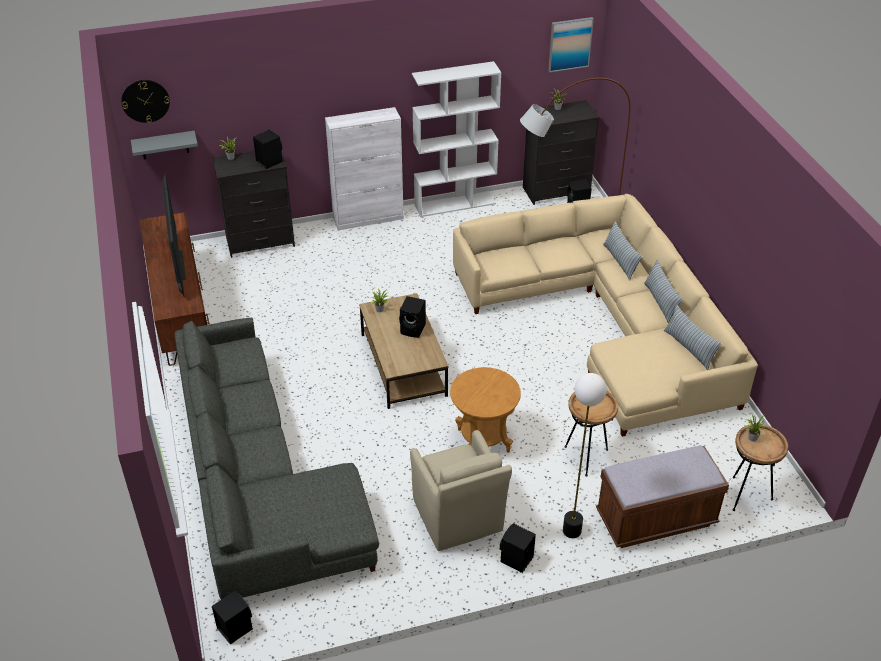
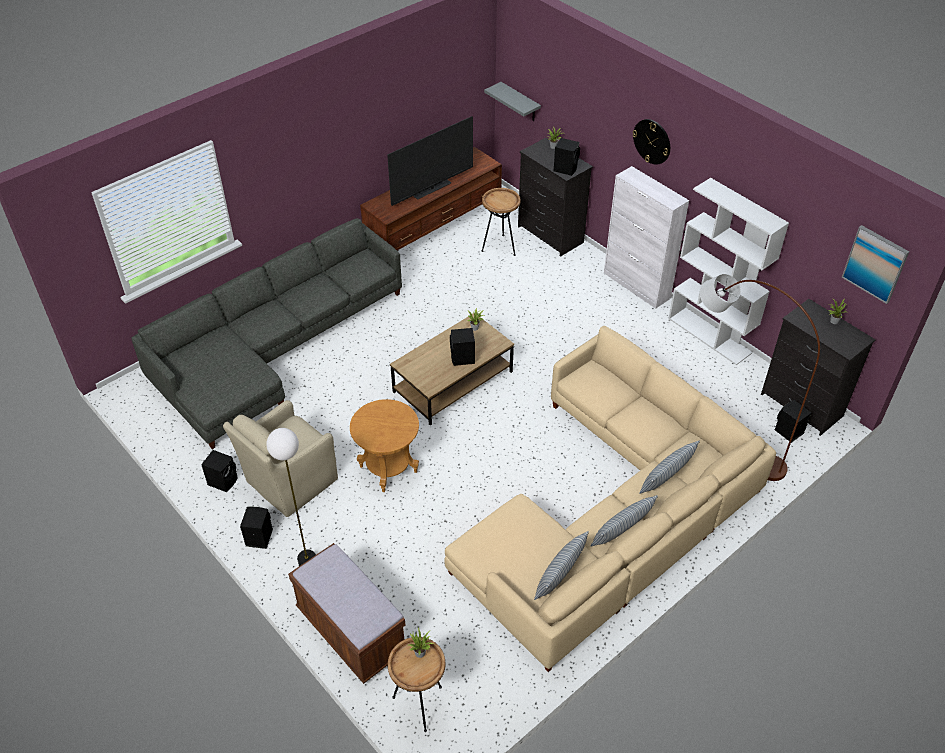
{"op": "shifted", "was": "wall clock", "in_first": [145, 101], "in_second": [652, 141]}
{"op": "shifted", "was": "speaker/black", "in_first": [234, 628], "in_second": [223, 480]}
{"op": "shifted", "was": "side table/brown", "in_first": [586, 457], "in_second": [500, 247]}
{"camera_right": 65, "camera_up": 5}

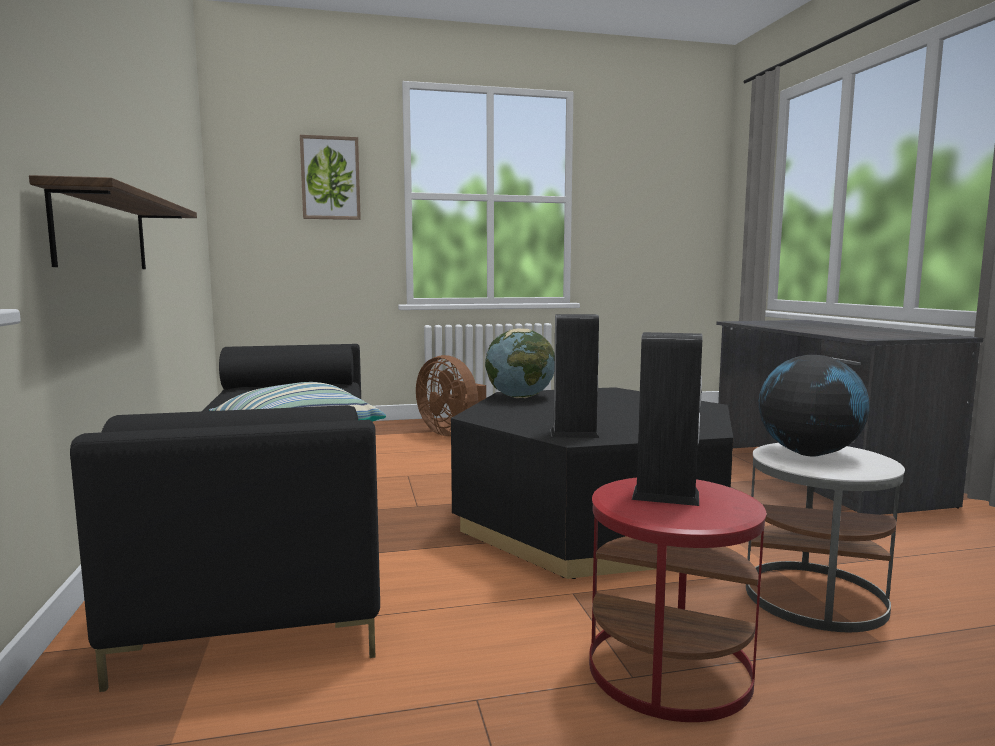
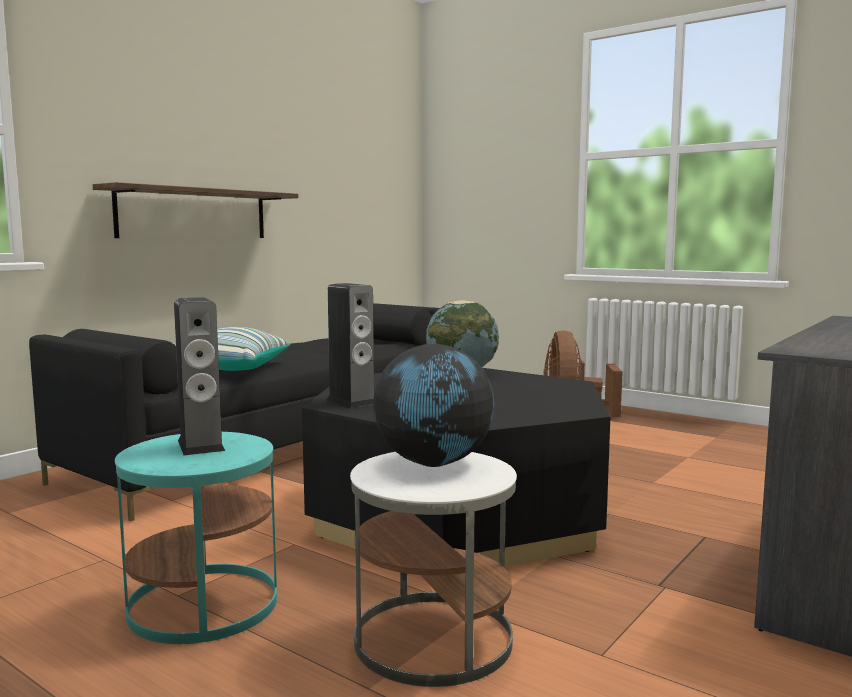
{"op": "gone", "was": "picture", "in_first": [330, 178]}
{"op": "repainted", "was": "side table/red", "now": "side table/turquoise", "in_first": [668, 668], "in_second": [204, 604]}
{"camera_right": 50, "camera_up": 0}

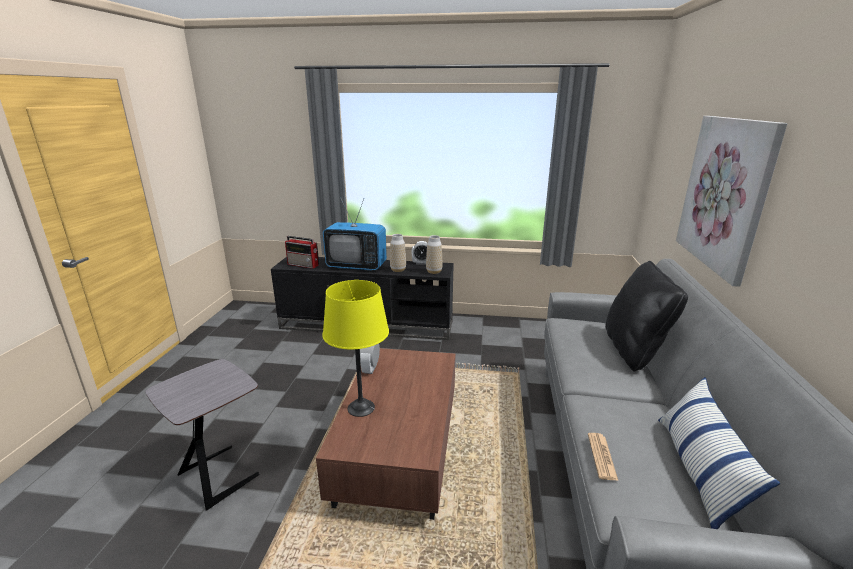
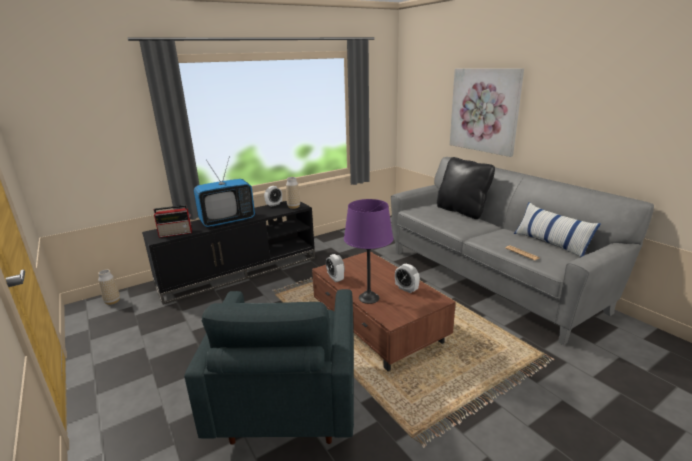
{"op": "new", "now": "alarm clock", "in_second": [406, 289]}
{"op": "shifted", "was": "vase", "in_first": [398, 270], "in_second": [112, 301]}
{"op": "swapped", "was": "side table/grey", "now": "armchair/grey", "in_first": [221, 474], "in_second": [286, 404]}
{"op": "repainted", "was": "table lamp/yellow", "now": "table lamp/purple", "in_first": [361, 408], "in_second": [369, 298]}
{"camera_right": -40, "camera_up": 0}

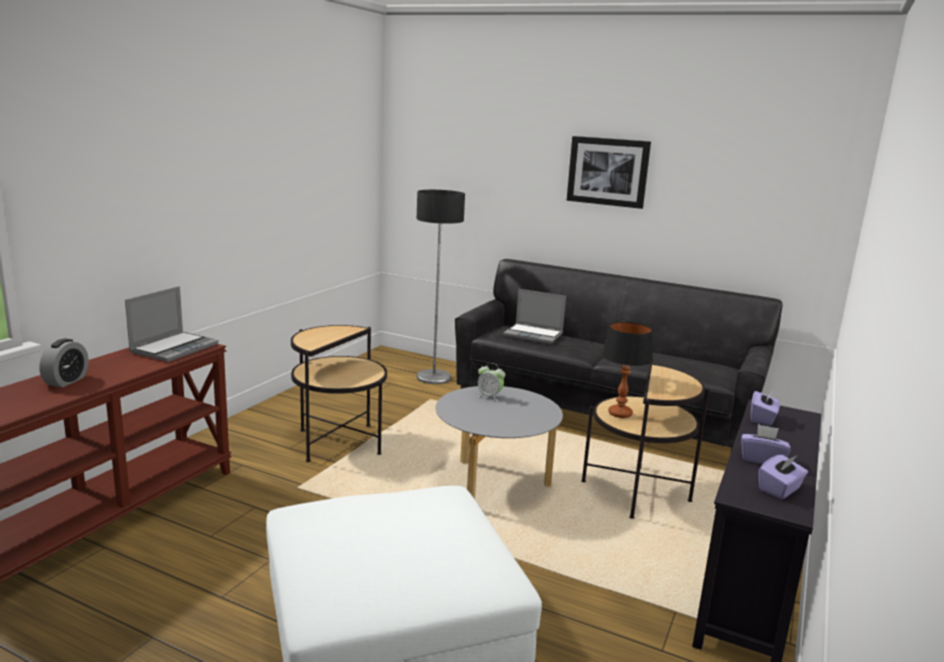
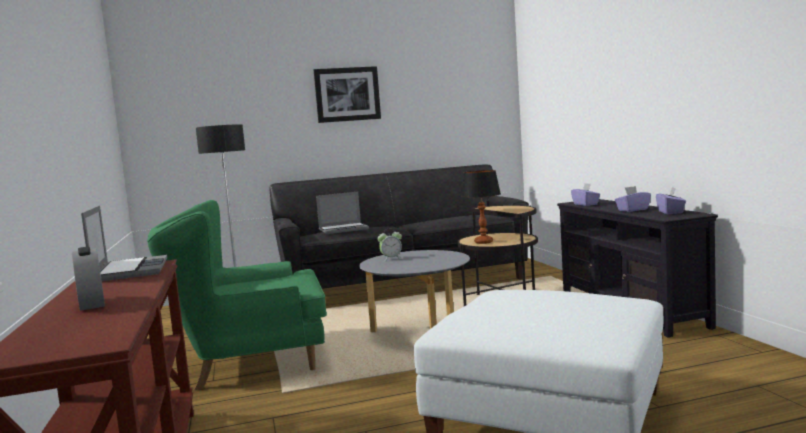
{"op": "swapped", "was": "side table", "now": "armchair/green", "in_first": [339, 442], "in_second": [251, 360]}
{"camera_right": -40, "camera_up": -10}

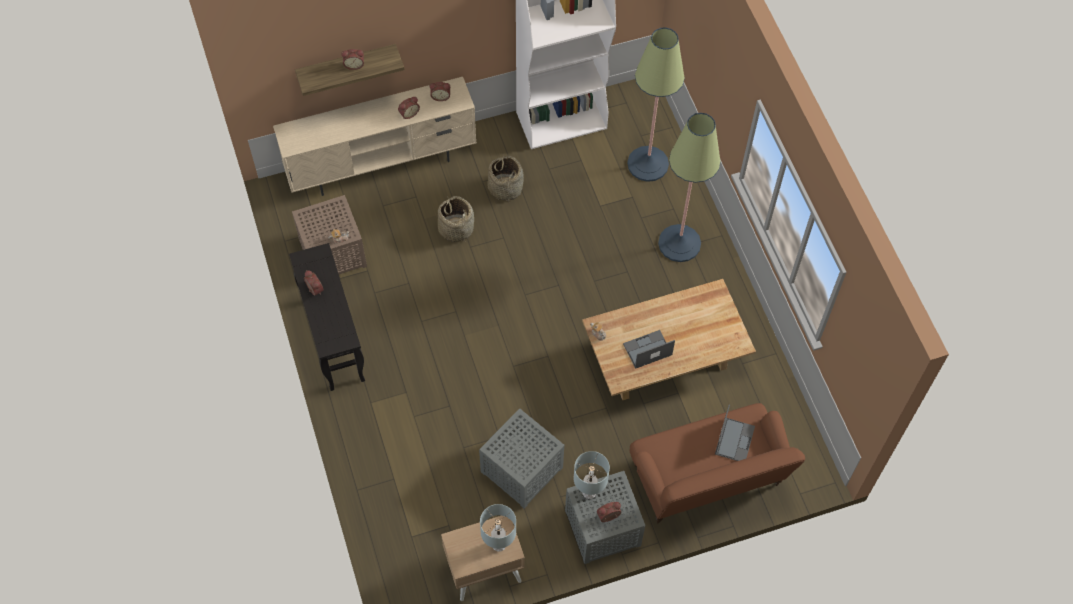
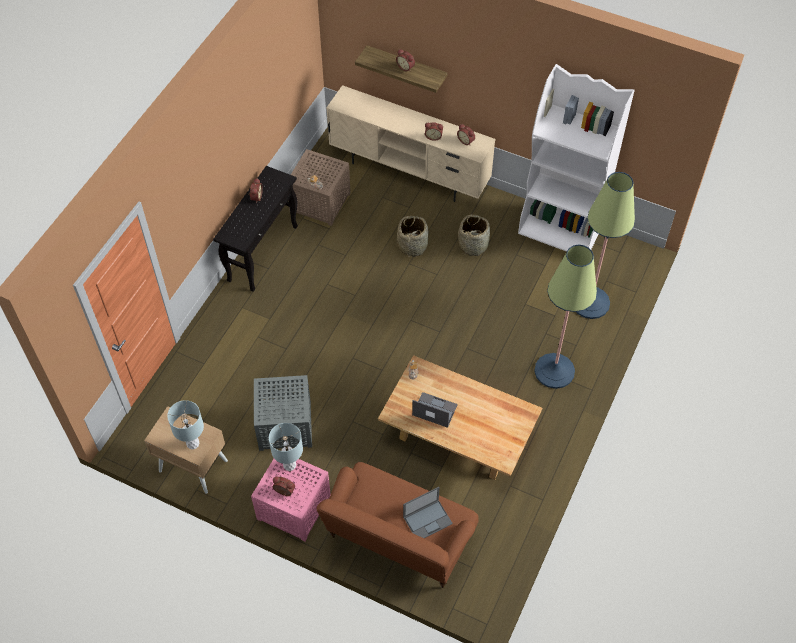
{"op": "repainted", "was": "side table/grey", "now": "side table/pink", "in_first": [602, 529], "in_second": [292, 508]}
{"camera_right": 45, "camera_up": -5}

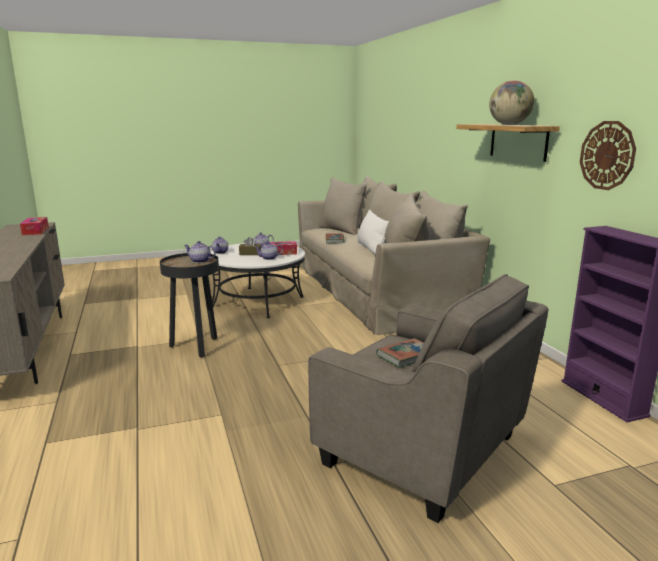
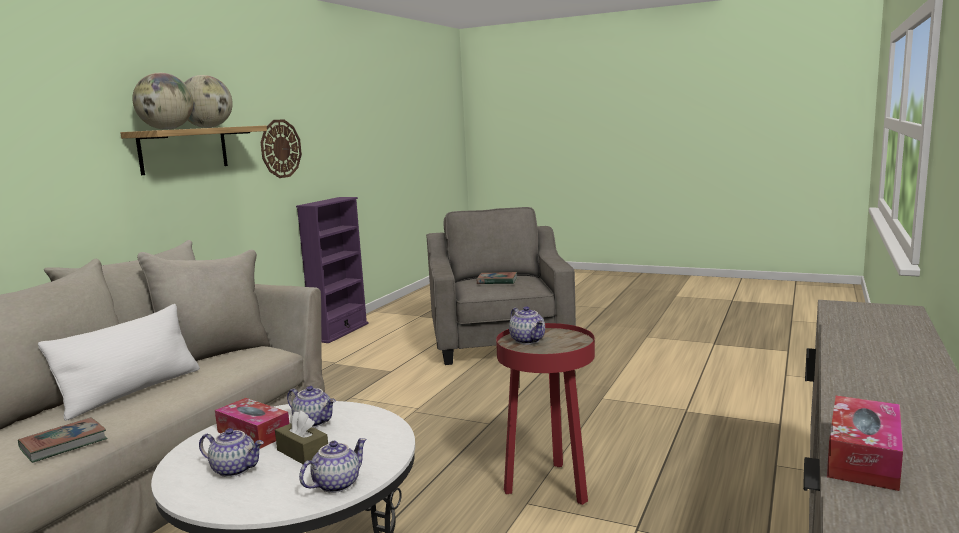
{"op": "new", "now": "globe", "in_second": [167, 129]}
{"op": "repainted", "was": "side table/black", "now": "side table/red", "in_first": [196, 347], "in_second": [549, 486]}
{"camera_right": -135, "camera_up": -5}

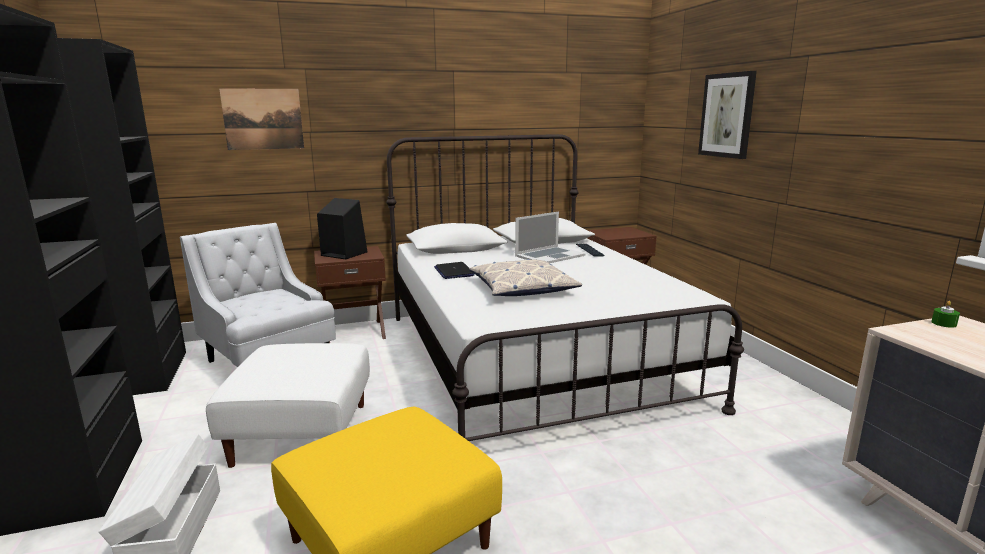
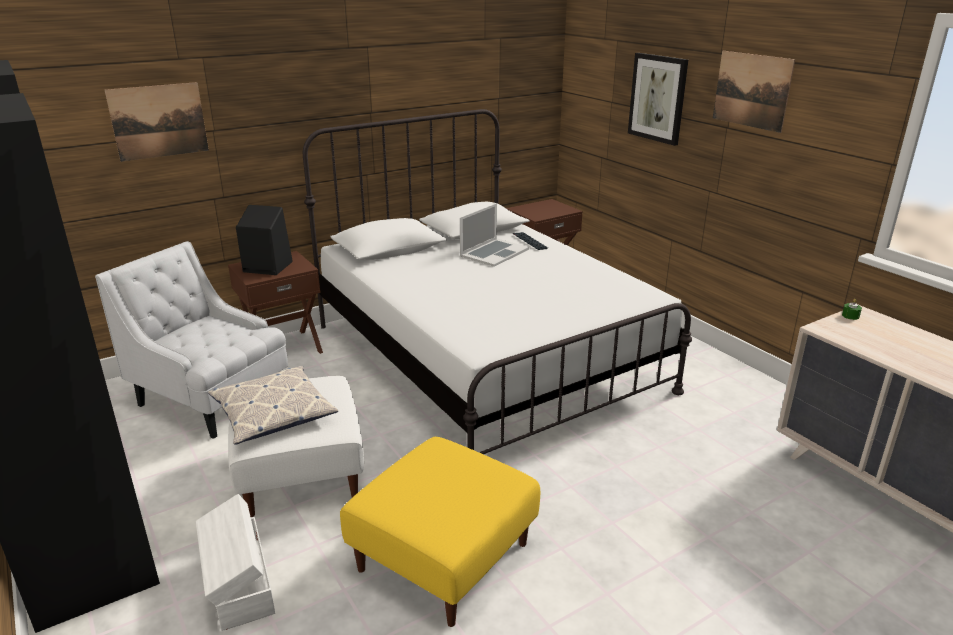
{"op": "gone", "was": "laptop", "in_first": [453, 271]}
{"op": "new", "now": "picture", "in_second": [751, 90]}
{"op": "shifted", "was": "pillow", "in_first": [522, 288], "in_second": [273, 413]}
{"camera_right": -15, "camera_up": 10}

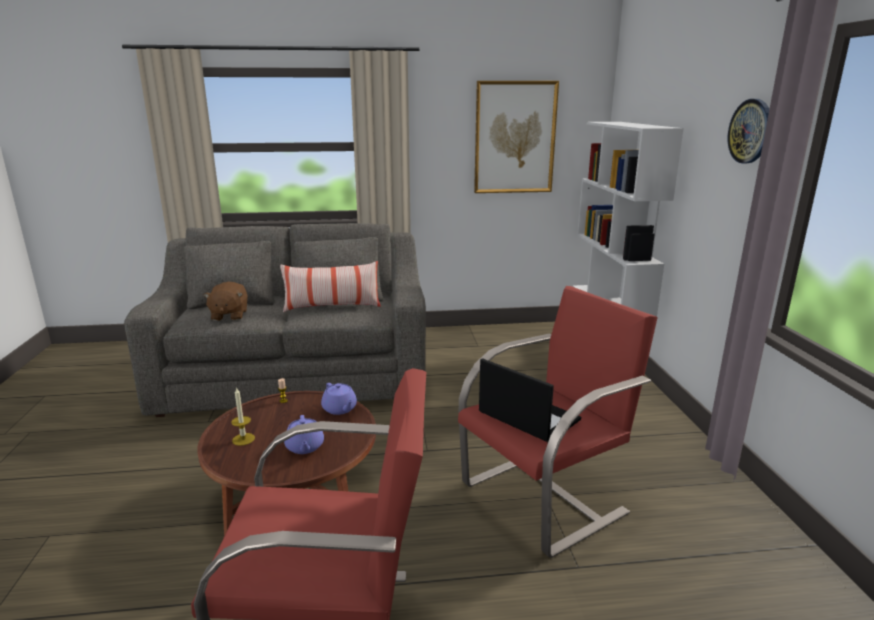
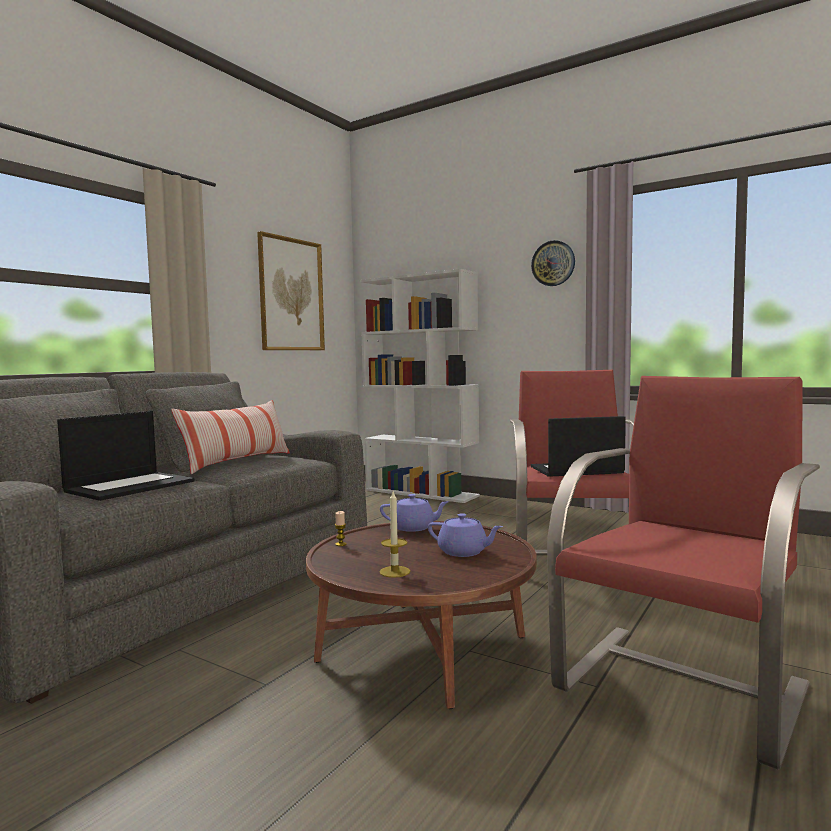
{"op": "swapped", "was": "plush toy/brown", "now": "laptop", "in_first": [229, 315], "in_second": [130, 486]}
{"camera_right": -50, "camera_up": -15}

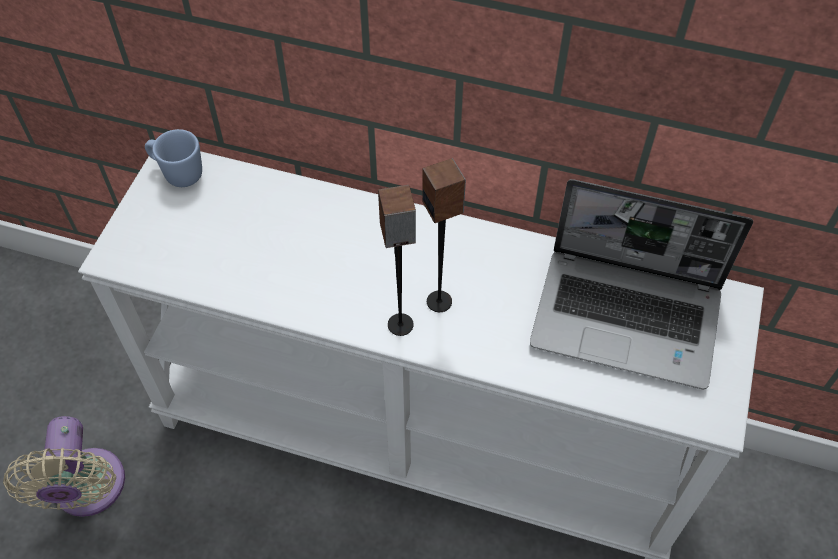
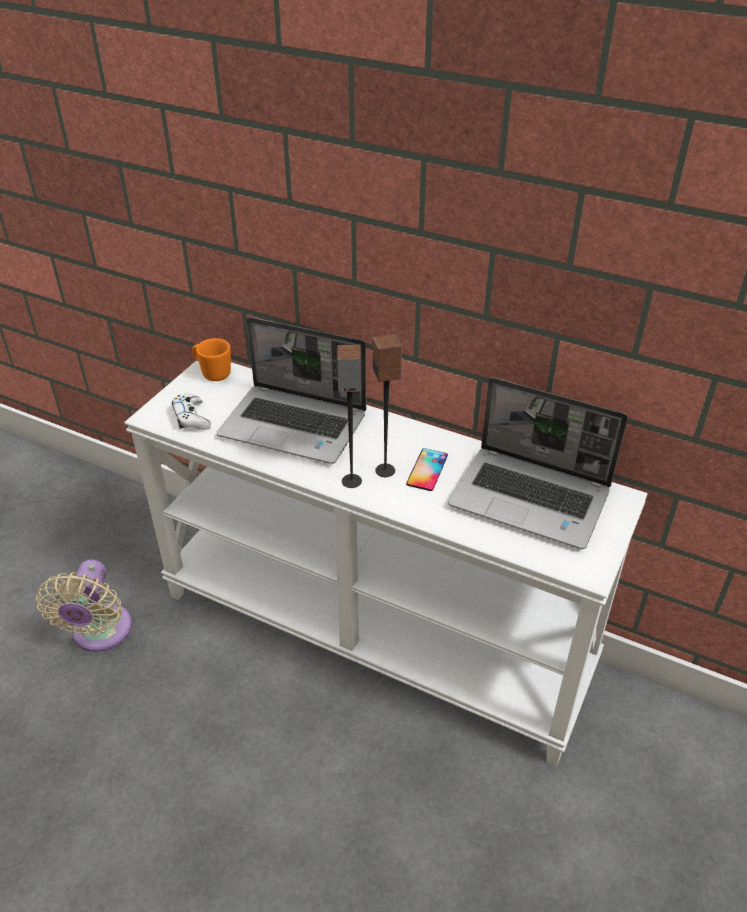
{"op": "new", "now": "game controller/white", "in_second": [191, 418]}
{"op": "new", "now": "laptop", "in_second": [295, 425]}
{"op": "new", "now": "phone", "in_second": [427, 470]}
{"op": "repainted", "was": "mug/blue", "now": "mug/orange", "in_first": [177, 173], "in_second": [212, 373]}
{"camera_right": 10, "camera_up": -15}

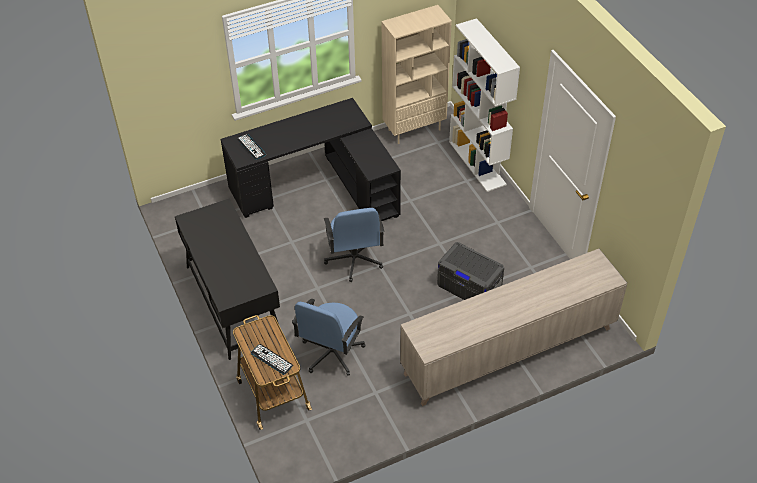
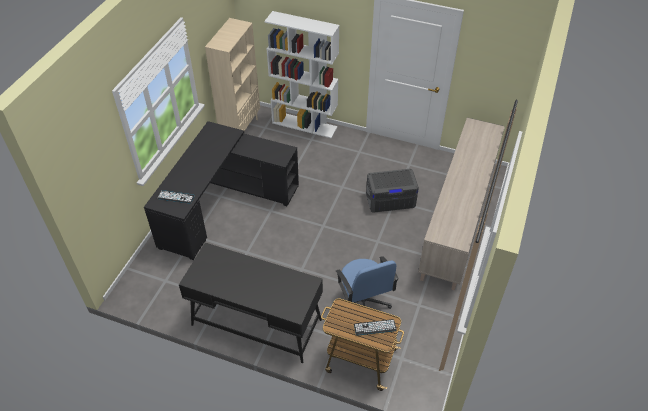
{"op": "gone", "was": "office chair/blue", "in_first": [354, 260]}
{"camera_right": -45, "camera_up": 0}

